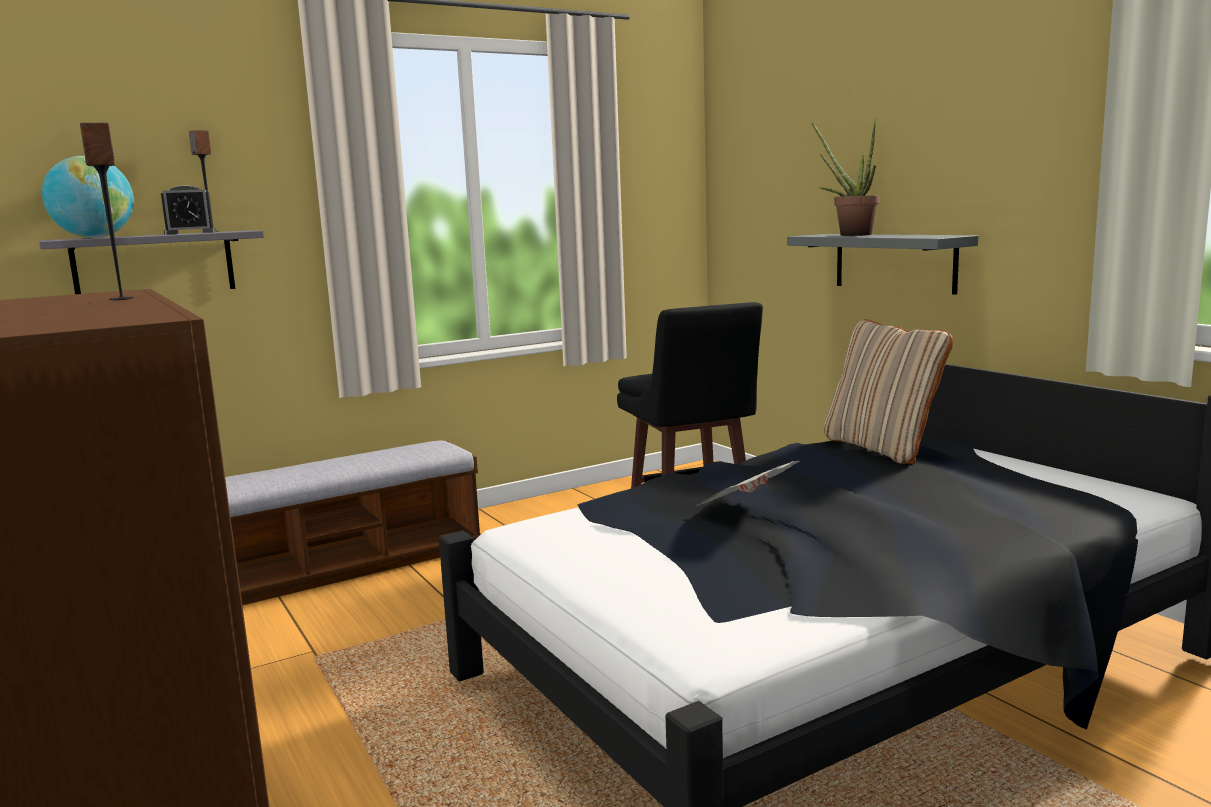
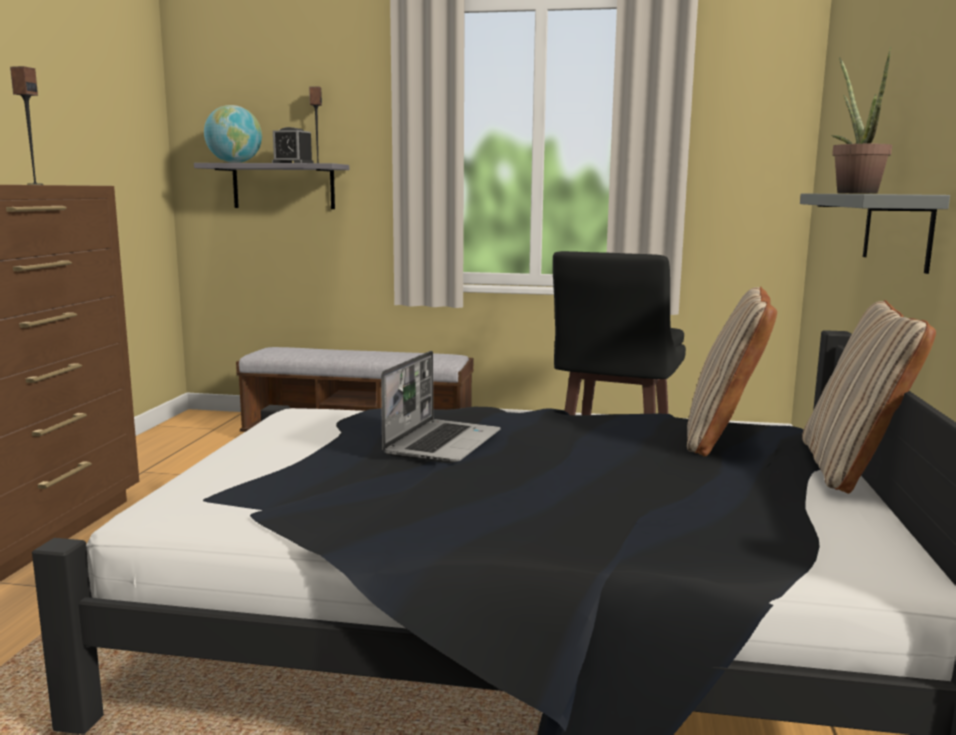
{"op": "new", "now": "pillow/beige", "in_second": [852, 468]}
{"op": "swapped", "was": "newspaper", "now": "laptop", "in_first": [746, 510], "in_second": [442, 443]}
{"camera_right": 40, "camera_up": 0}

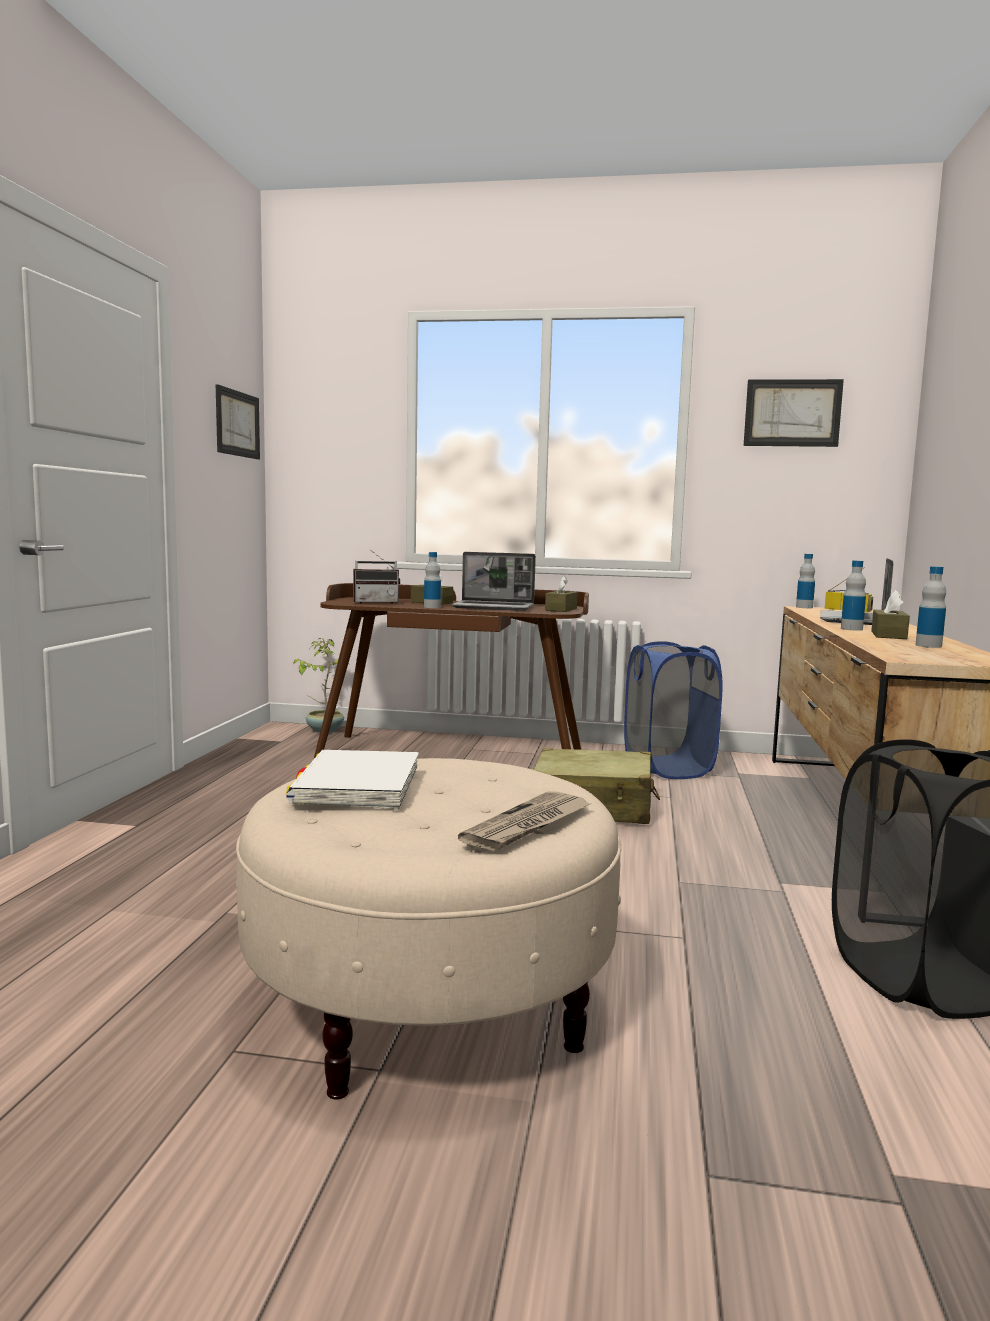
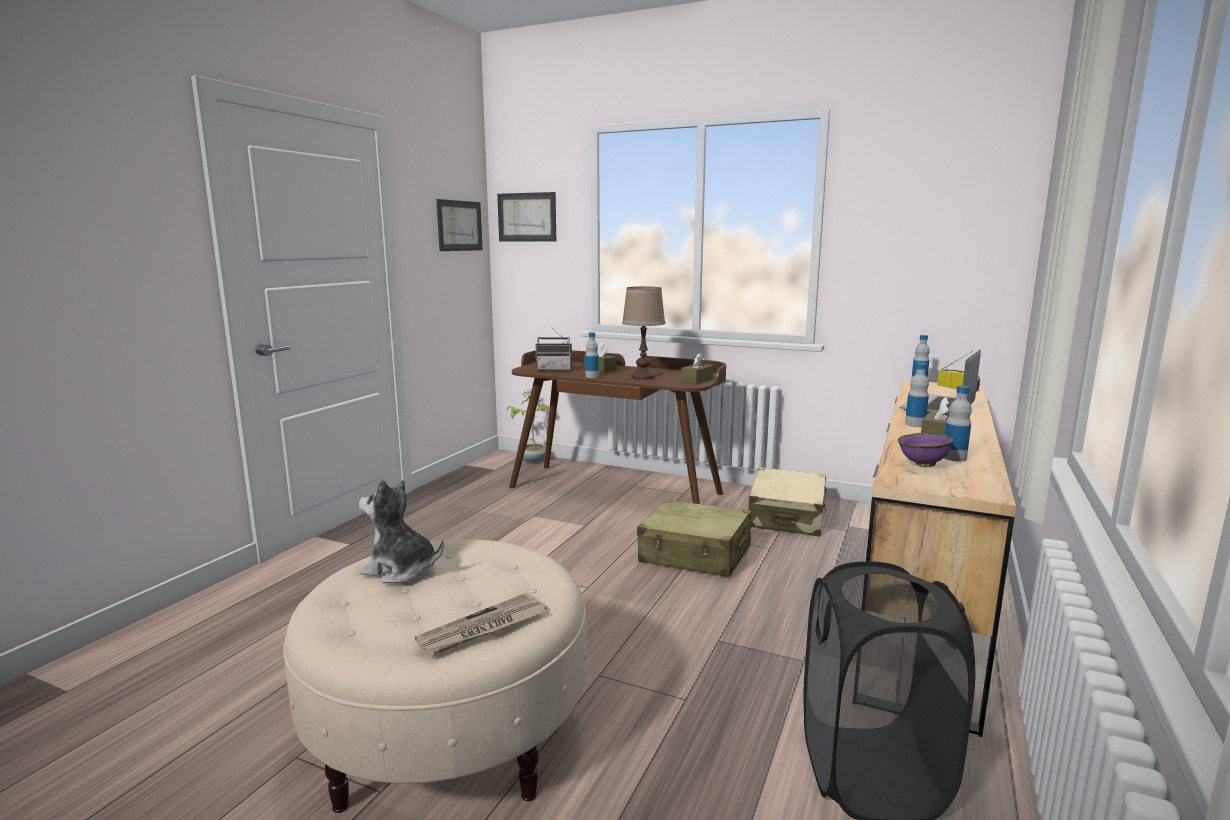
{"op": "new", "now": "bowl/purple", "in_second": [923, 465]}
{"op": "shifted", "was": "picture", "in_first": [792, 413], "in_second": [527, 217]}
{"op": "swapped", "was": "book/white", "now": "plush toy", "in_first": [357, 786], "in_second": [400, 570]}
{"op": "swapped", "was": "laptop", "now": "table lamp/brown", "in_first": [494, 607], "in_second": [643, 377]}
{"op": "swapped", "was": "laundry basket/blue", "now": "suitcase/beige", "in_first": [667, 768], "in_second": [787, 516]}
{"camera_right": 15, "camera_up": 5}

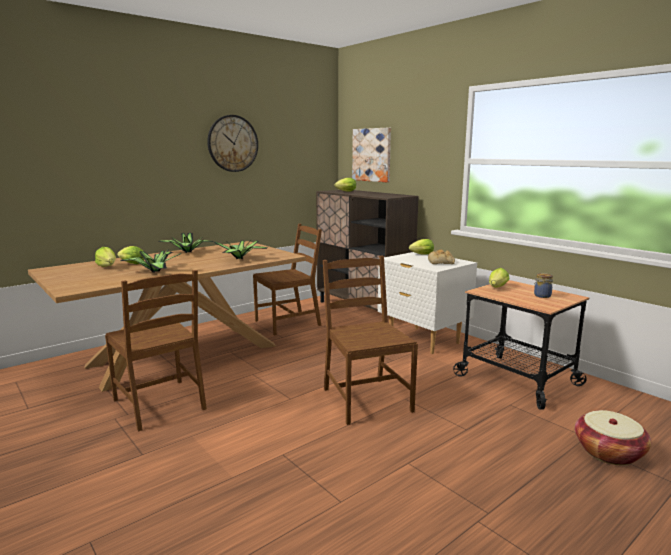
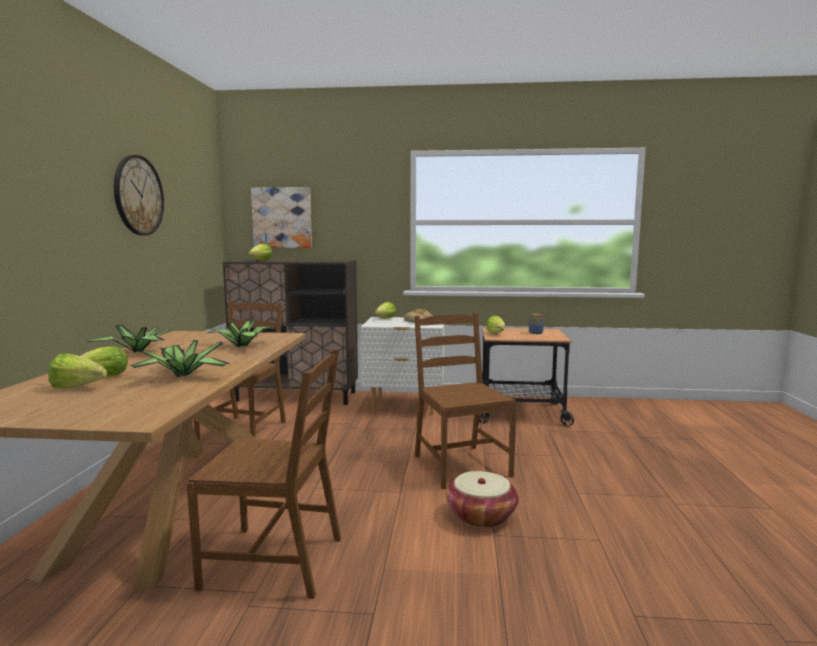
{"op": "shifted", "was": "basket", "in_first": [609, 452], "in_second": [481, 515]}
{"op": "rotated", "was": "chair/brown", "in_first": [365, 400], "in_second": [460, 465], "clockwise": 45}
{"camera_right": -45, "camera_up": -5}

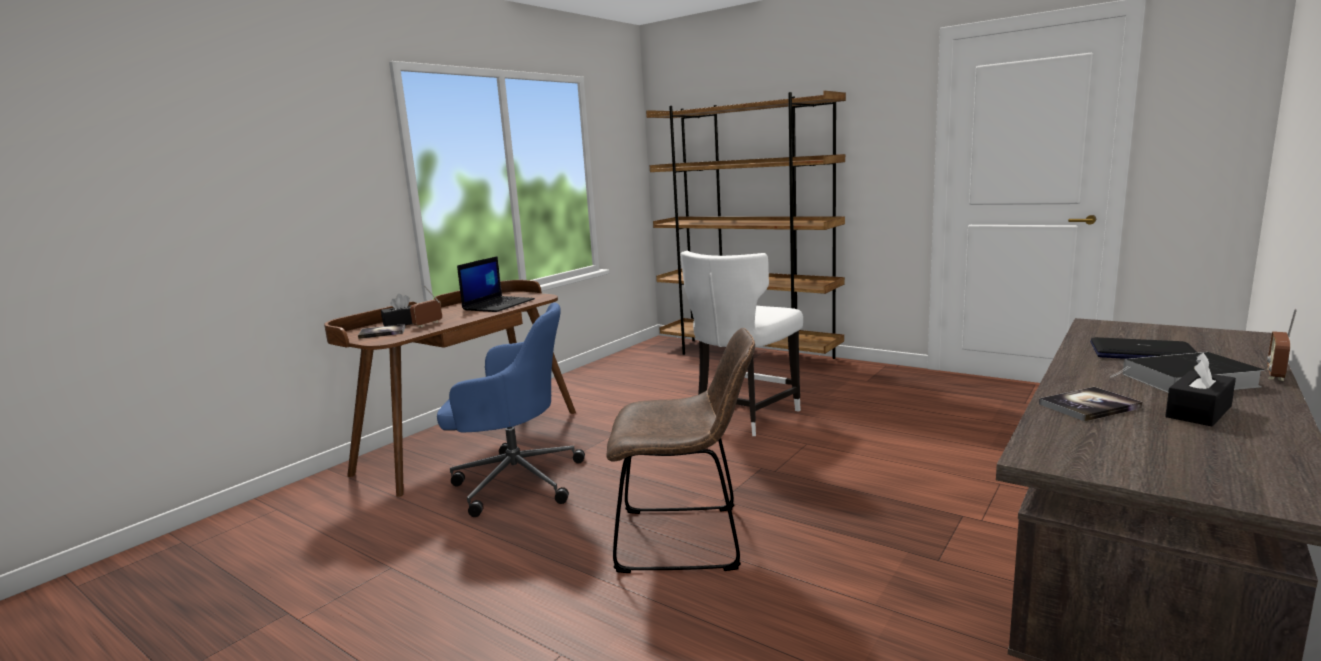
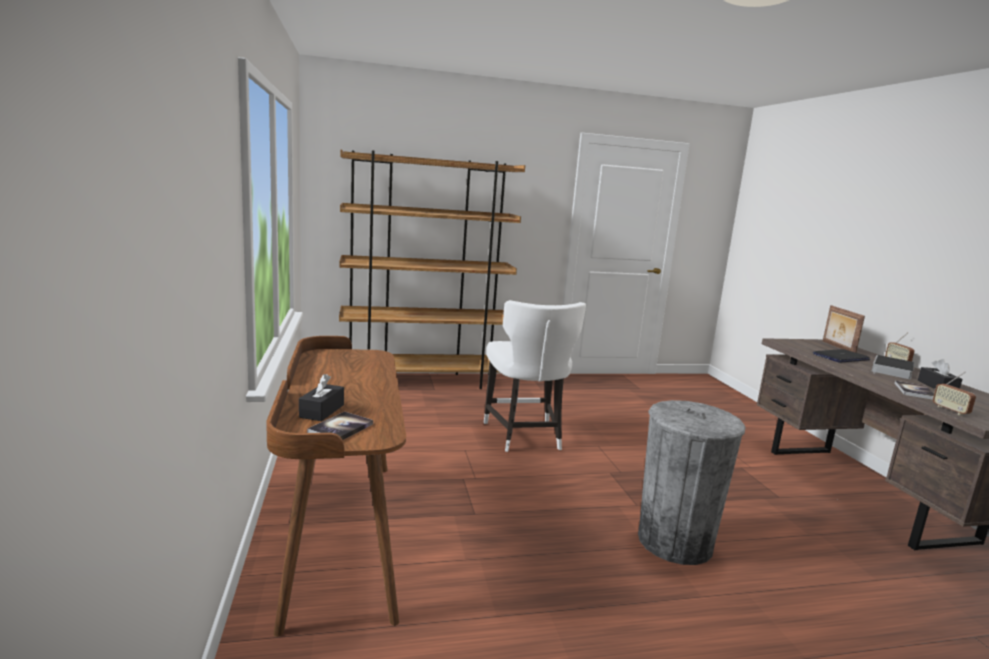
{"op": "gone", "was": "office chair/blue", "in_first": [514, 481]}
{"op": "gone", "was": "laptop", "in_first": [498, 304]}
{"op": "new", "now": "picture frame", "in_second": [837, 347]}
{"op": "shifted", "was": "radio", "in_first": [428, 324], "in_second": [950, 410]}
{"op": "swapped", "was": "chair/brown", "now": "trash can/grey", "in_first": [687, 539], "in_second": [675, 541]}
{"camera_right": -50, "camera_up": 0}

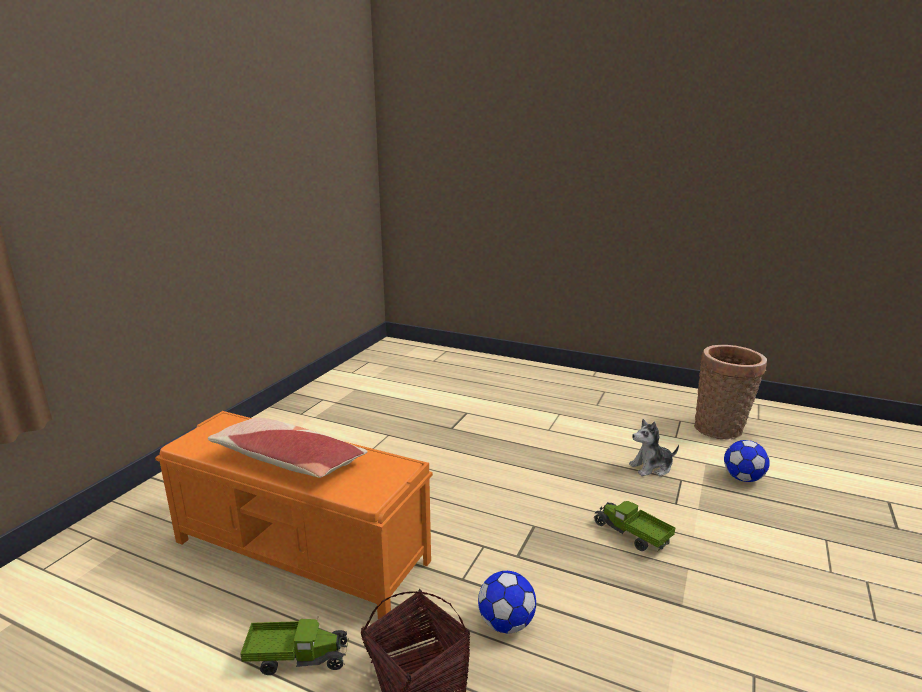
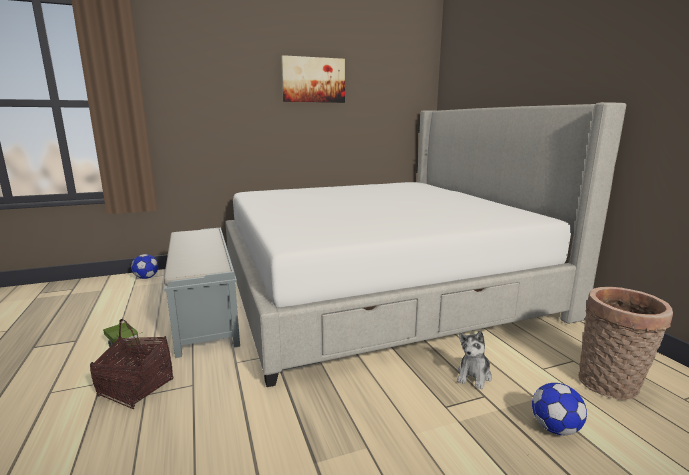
{"op": "gone", "was": "pillow", "in_first": [287, 461]}
{"op": "gone", "was": "toy truck", "in_first": [631, 535]}
{"op": "new", "now": "bed", "in_second": [378, 287]}
{"op": "new", "now": "picture", "in_second": [313, 80]}
{"op": "shifted", "was": "football", "in_first": [506, 623], "in_second": [146, 277]}
{"op": "repainted", "was": "bench/orange", "now": "bench/grey", "in_first": [302, 552], "in_second": [205, 313]}
{"op": "rotated", "was": "plush toy", "in_first": [651, 467], "in_second": [474, 376], "clockwise": -90}
{"camera_right": 45, "camera_up": -5}

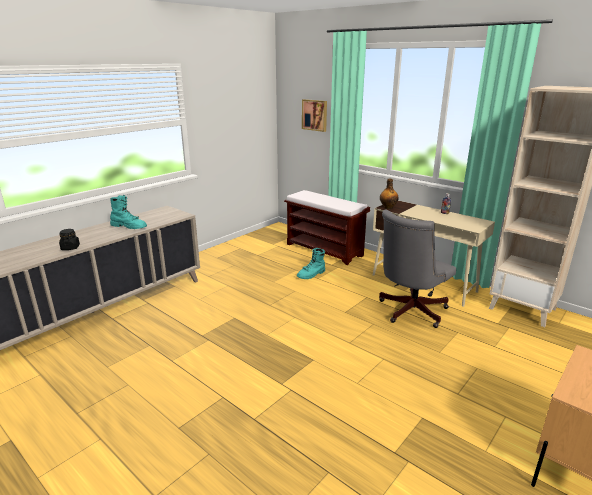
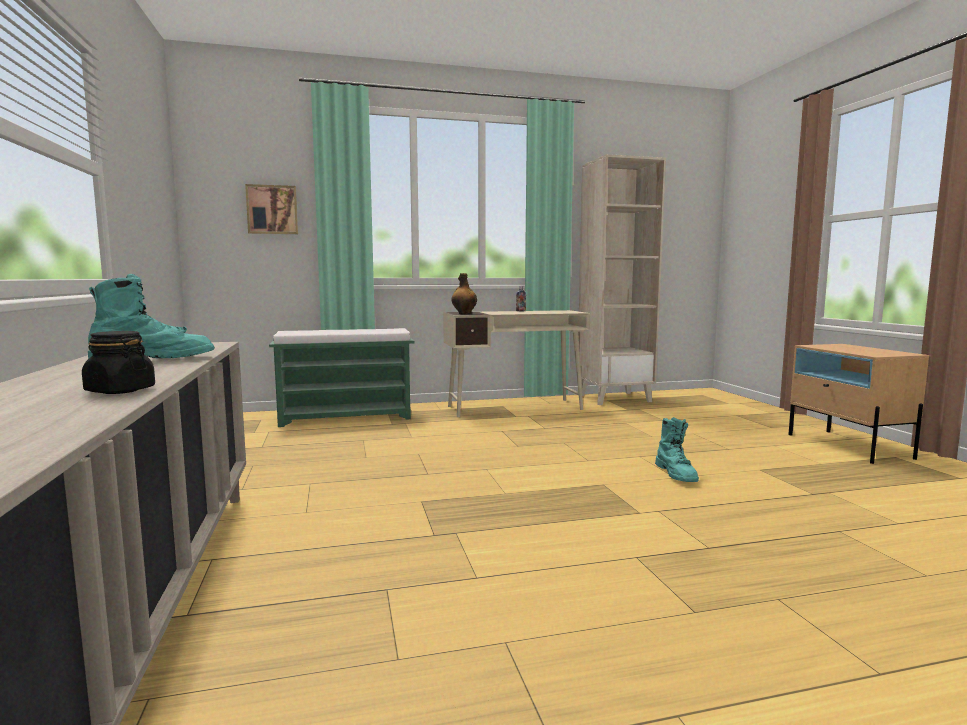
{"op": "gone", "was": "office chair/grey", "in_first": [409, 311]}
{"op": "shifted", "was": "boot/turquoise", "in_first": [311, 274], "in_second": [676, 474]}
{"op": "repainted", "was": "bench/brown", "now": "bench/green", "in_first": [325, 250], "in_second": [347, 417]}
{"camera_right": -55, "camera_up": -15}

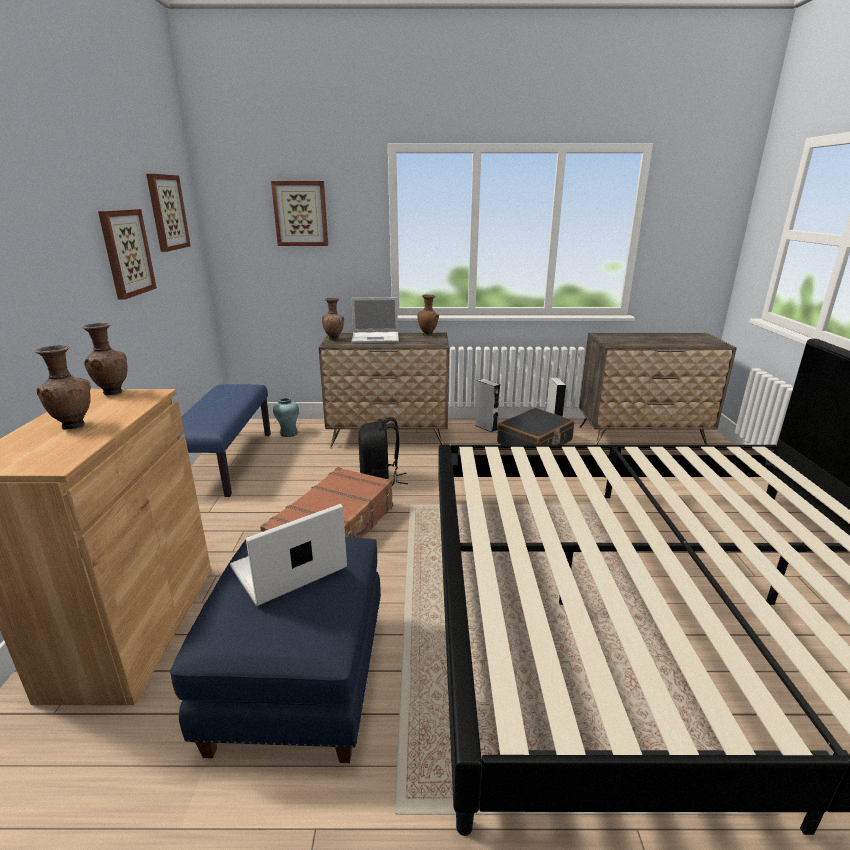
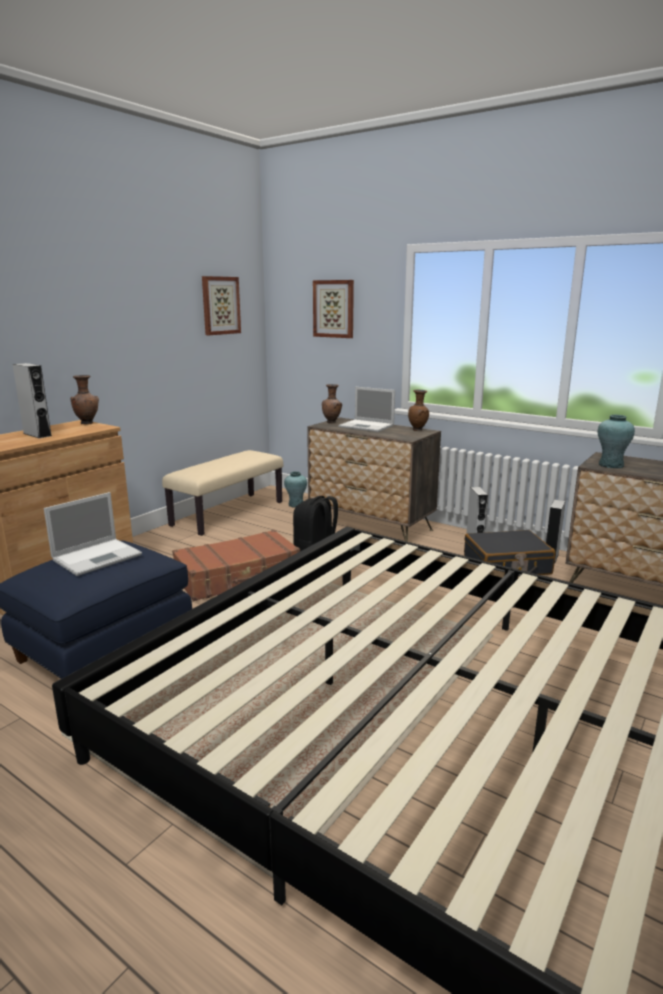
{"op": "gone", "was": "picture", "in_first": [126, 253]}
{"op": "new", "now": "vase/turquoise", "in_second": [610, 465]}
{"op": "swapped", "was": "vase/brown", "now": "speaker/grey", "in_first": [74, 425], "in_second": [37, 434]}
{"op": "repainted", "was": "bench/blue", "now": "bench/beige", "in_first": [226, 462], "in_second": [228, 513]}
{"op": "rotated", "was": "laptop", "in_first": [287, 569], "in_second": [98, 556], "clockwise": 135}
{"camera_right": 35, "camera_up": -5}

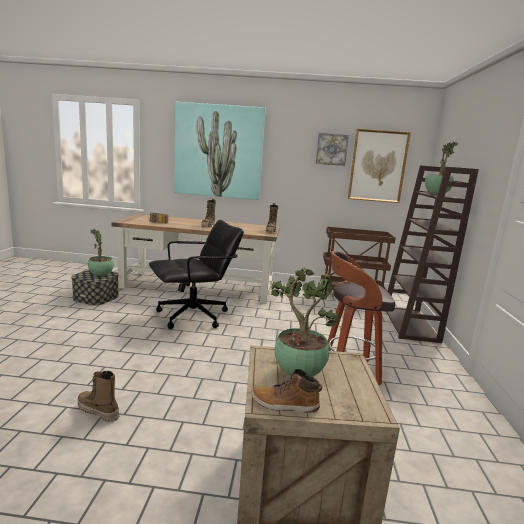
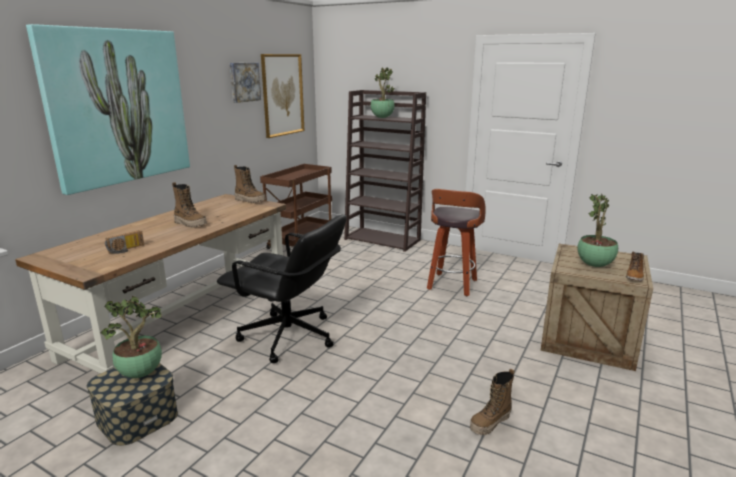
{"op": "rotated", "was": "office chair/black", "in_first": [194, 316], "in_second": [289, 337], "clockwise": 120}
{"camera_right": -65, "camera_up": 5}

